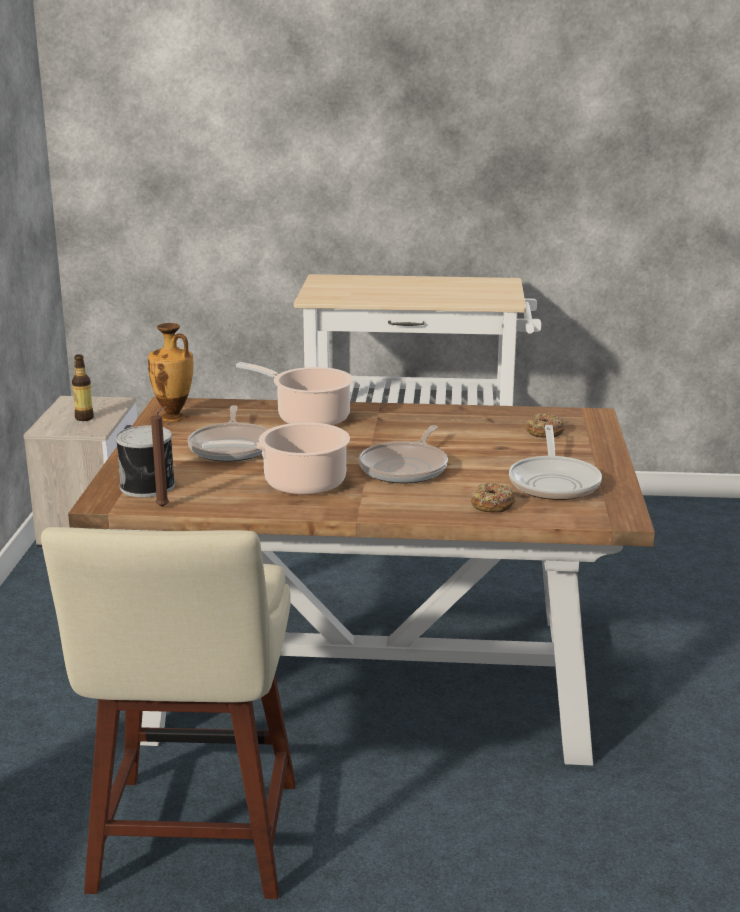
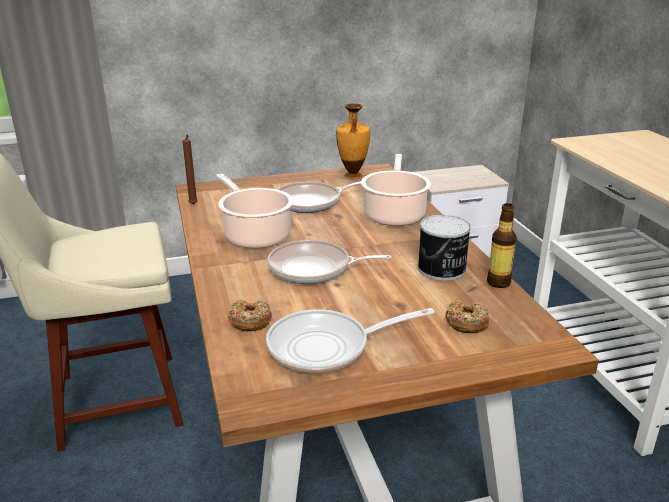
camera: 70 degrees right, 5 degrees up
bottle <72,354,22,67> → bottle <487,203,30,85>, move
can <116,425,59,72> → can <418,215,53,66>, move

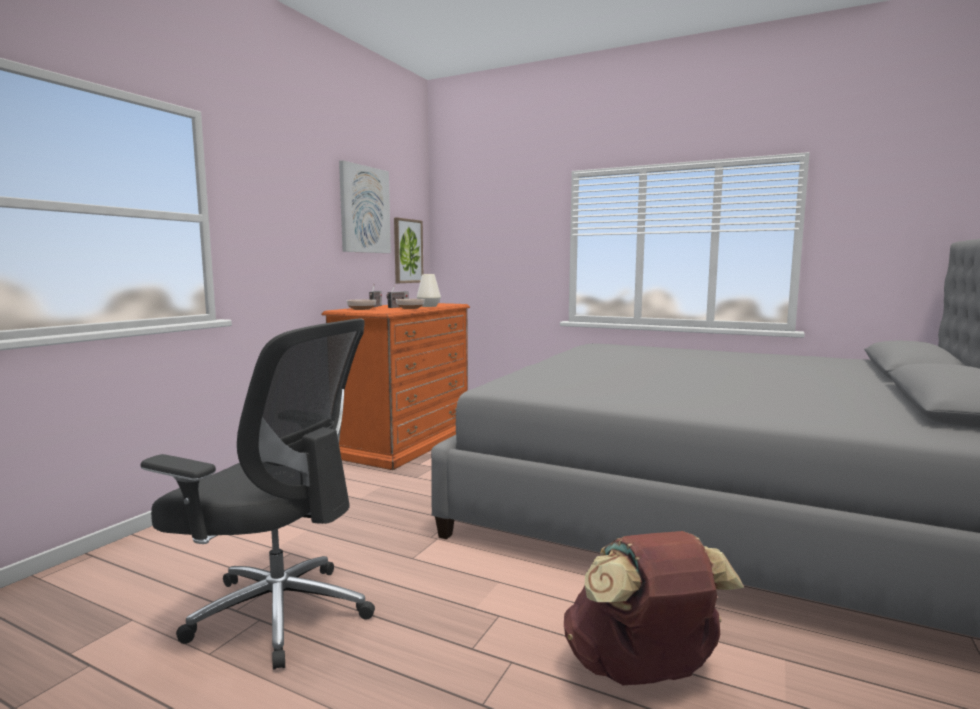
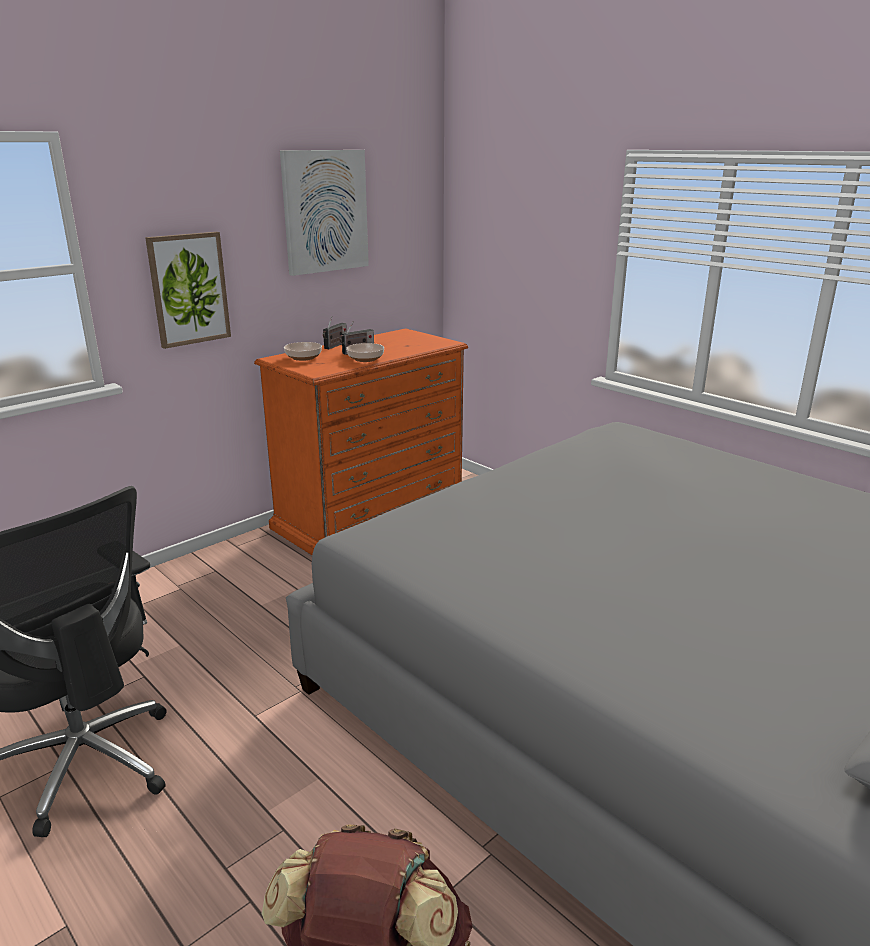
camera: 20 degrees right, 15 degrees up
picture <394,218,29,65> → picture <145,232,86,117>, move
vase in white <417,274,24,33> → -

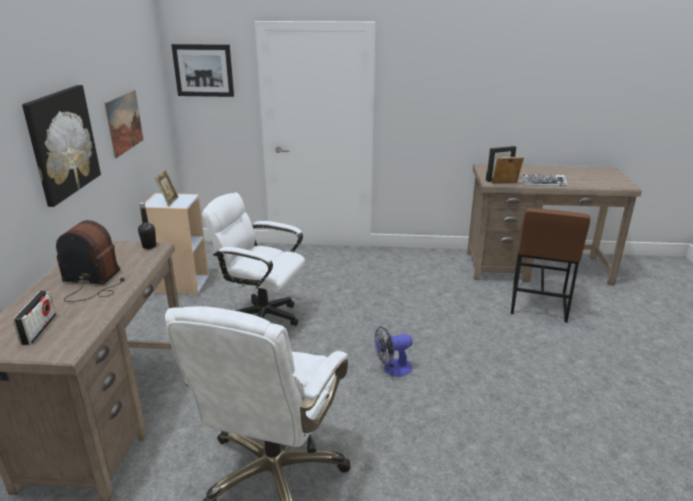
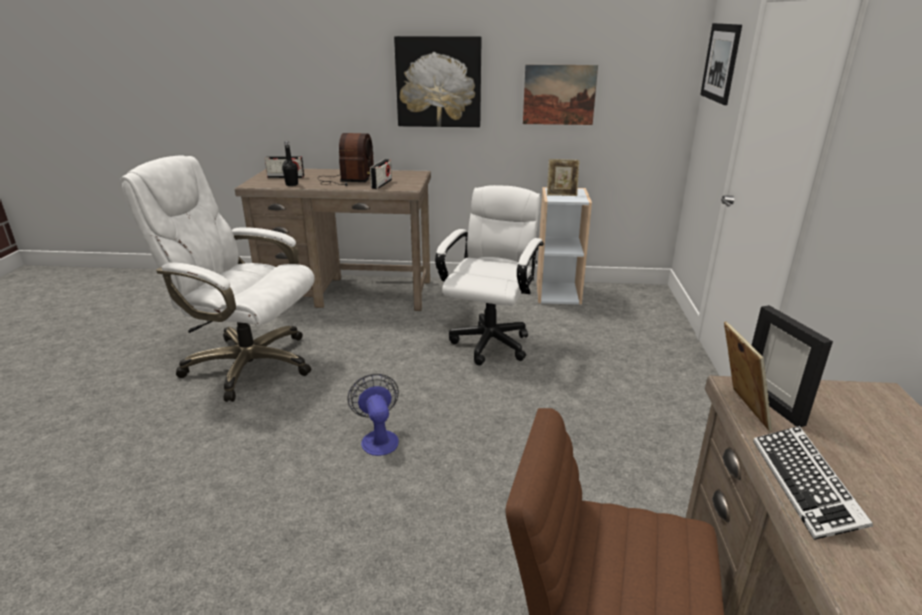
camera: 90 degrees right, 0 degrees up
bottle in black <138,202,18,47> → bottle in black <282,141,16,45>, move
- → radio <370,159,22,30>

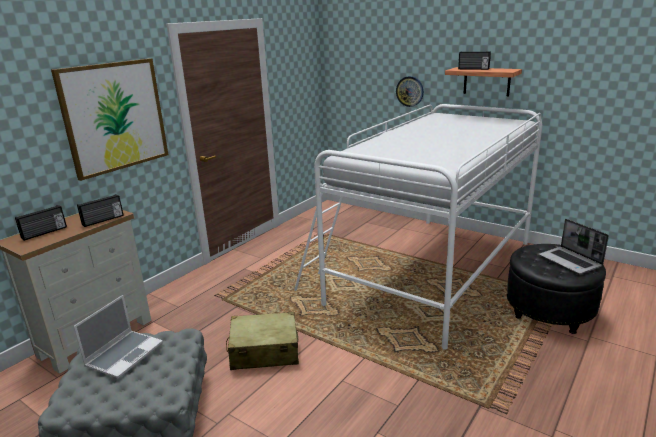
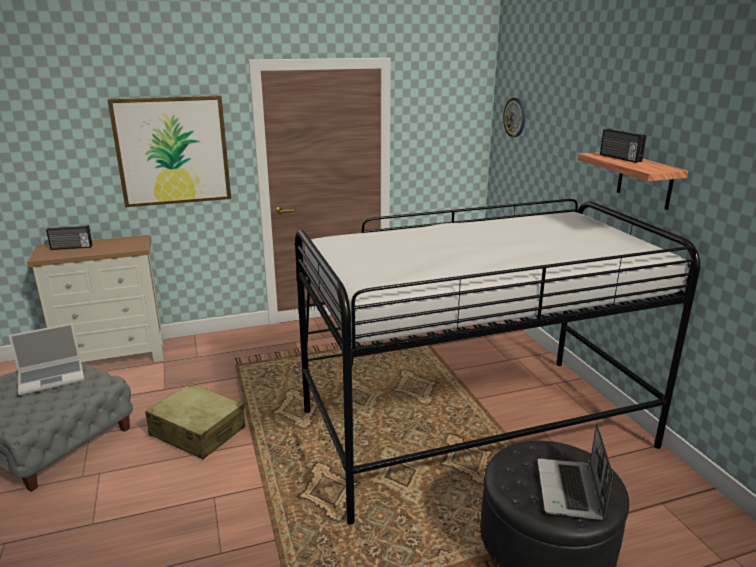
camera: 35 degrees right, 0 degrees up
wall clock <396,76,28,31> → wall clock <503,98,23,39>, move
bed in white <294,104,248,246> → bed in black <295,199,405,326>
radio <77,194,47,33> → -

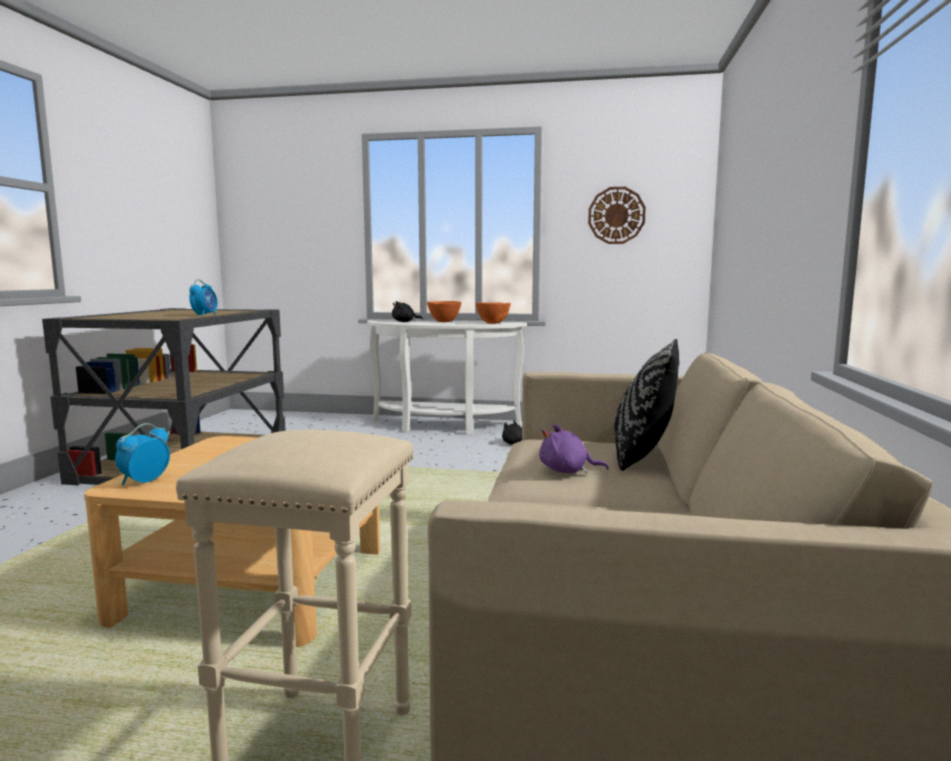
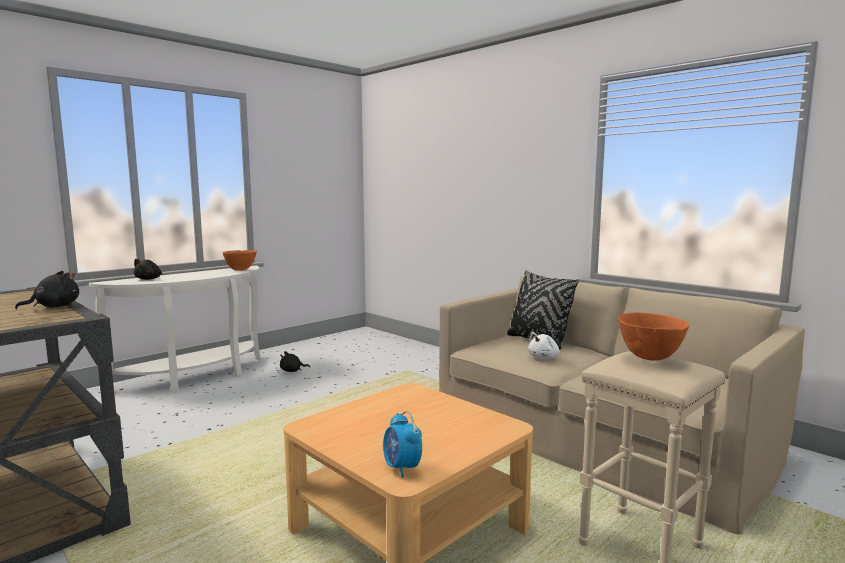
camera: 55 degrees left, 0 degrees up
wall clock <588,187,58,57> → -
alarm clock <189,279,29,37> → plush toy in black <15,271,64,38>
bowl in orange <427,301,34,21> → bowl in orange <618,312,71,49>, move
plush toy in purple <539,424,70,49> → plush toy in white <528,332,32,27>

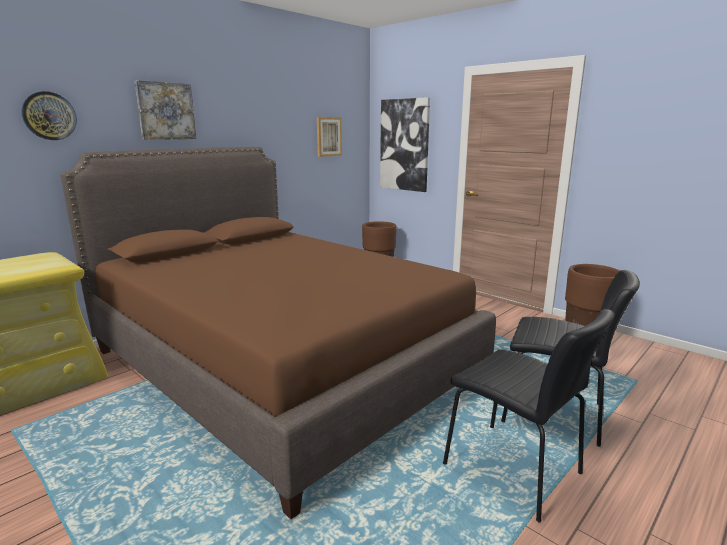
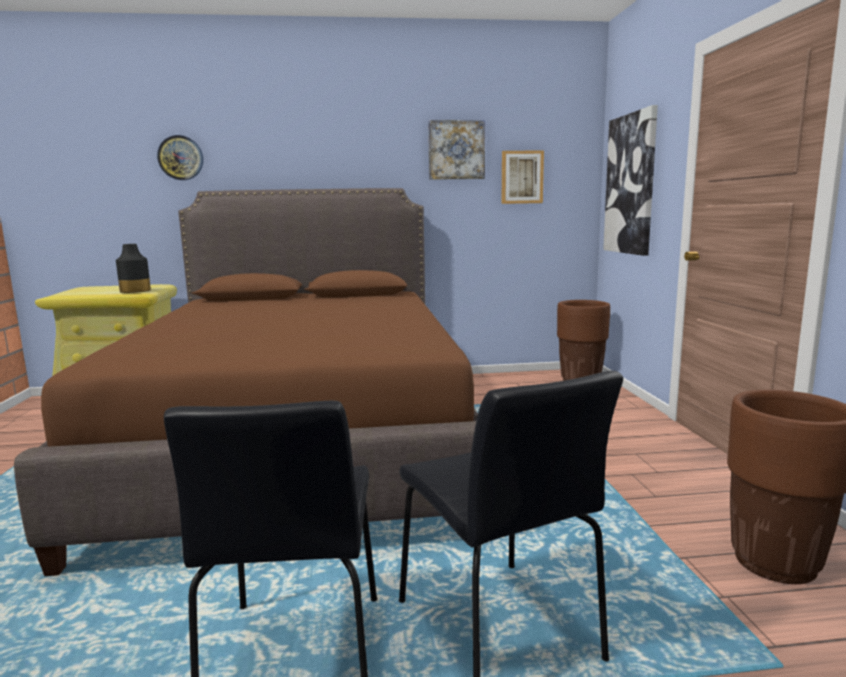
camera: 40 degrees right, 5 degrees down
picture <135,80,61,60> → picture <428,120,57,60>, move
- → vase in black <116,244,35,49>

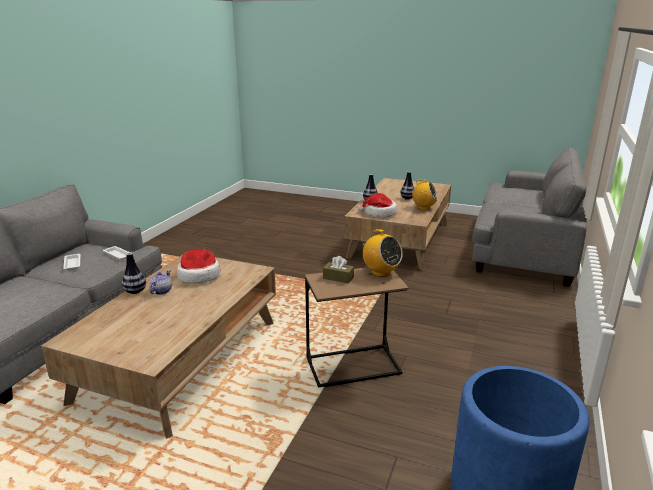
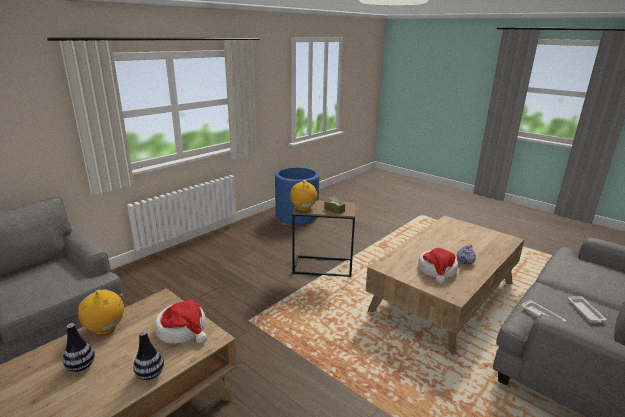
camera: 160 degrees left, 0 degrees up
vase <122,253,24,41> → -

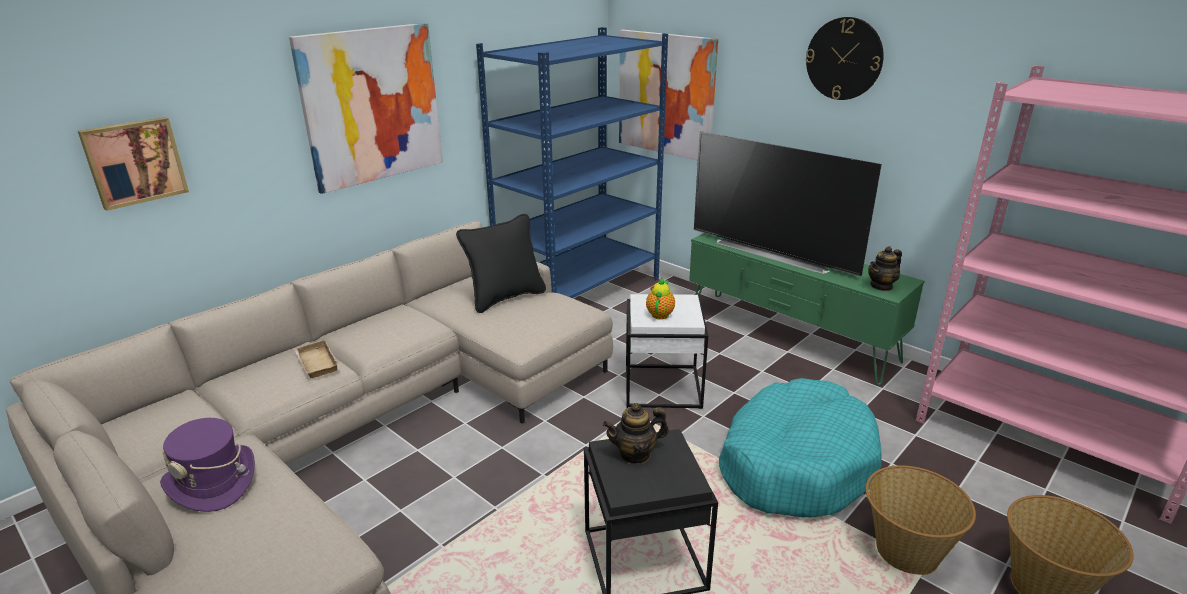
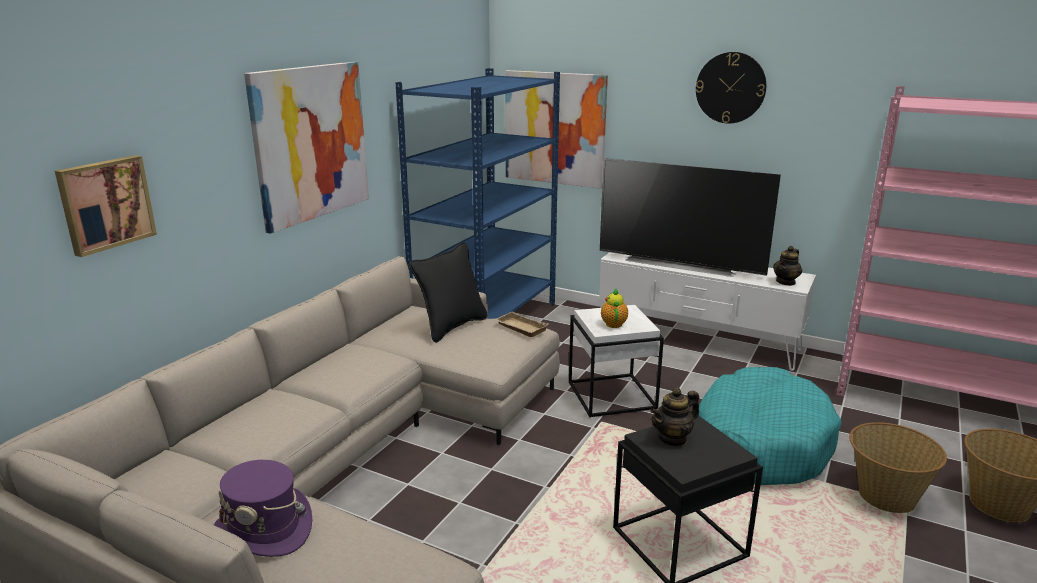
camera: 15 degrees left, 5 degrees down
tv stand in green <689,233,236,152> → tv stand in white <599,252,217,119>
tray in beige <294,339,45,39> → tray in beige <494,311,55,26>, move

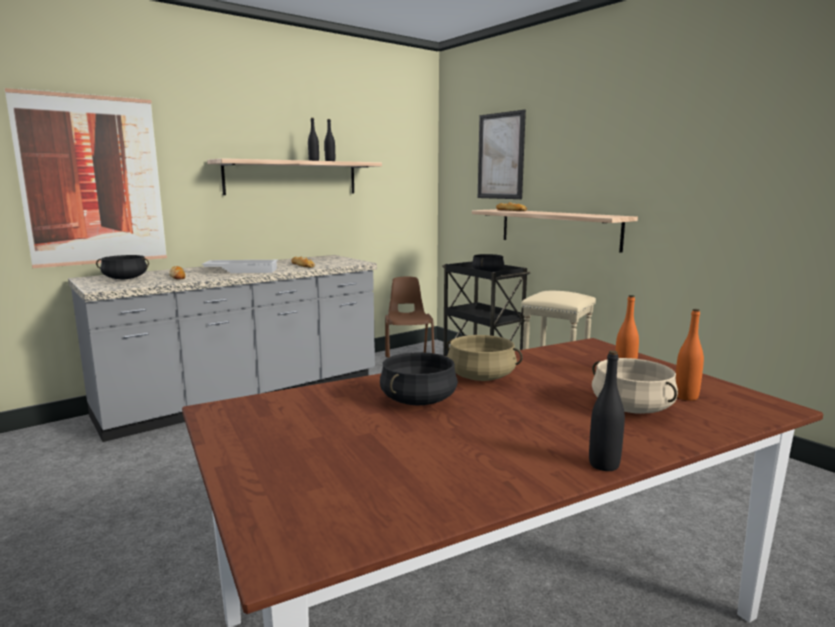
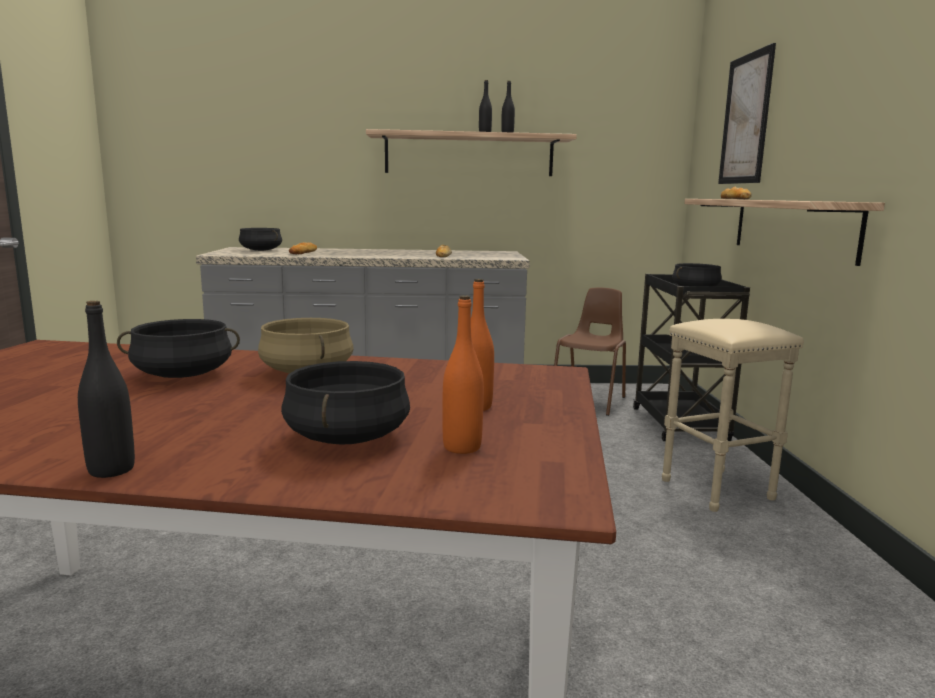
camera: 35 degrees right, 0 degrees up
picture <5,88,162,180> → -
tray in white <201,260,77,13> → -
cooking pot in beige <592,358,86,56> → cooking pot in black <281,361,129,84>

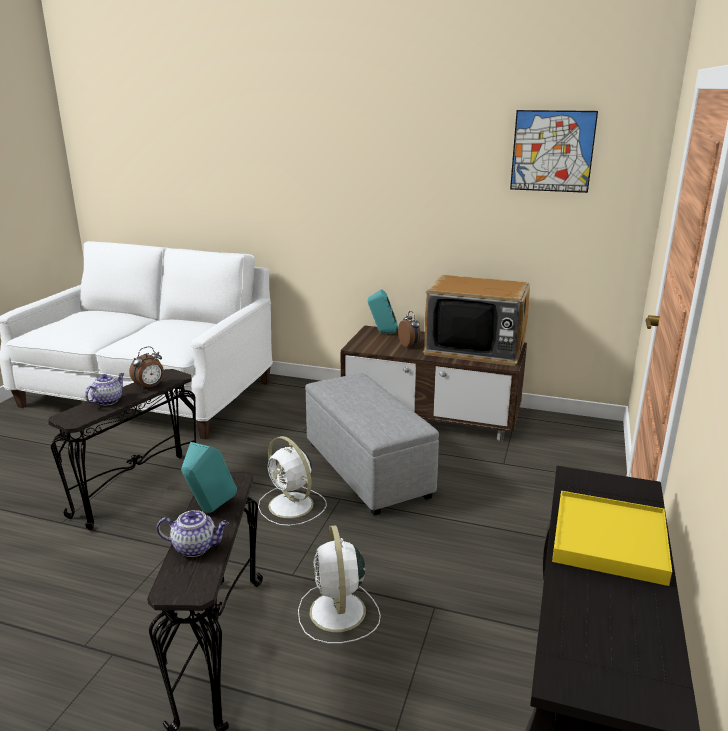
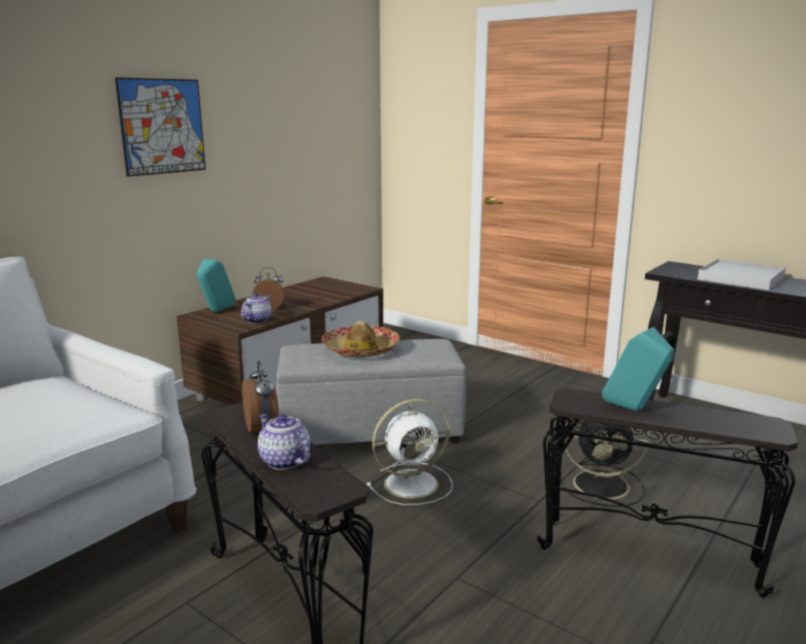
camera: 70 degrees left, 5 degrees down
picture <510,110,88,83> → picture <115,77,91,100>, move
television <423,275,107,91> → -
tray in yellow <552,491,120,95> → tray in white <698,259,88,31>
teapot <157,510,72,47> → teapot <241,293,31,31>, move
fan in white <298,525,83,119> → fan in black <560,418,89,89>
- → hat <322,321,78,36>

